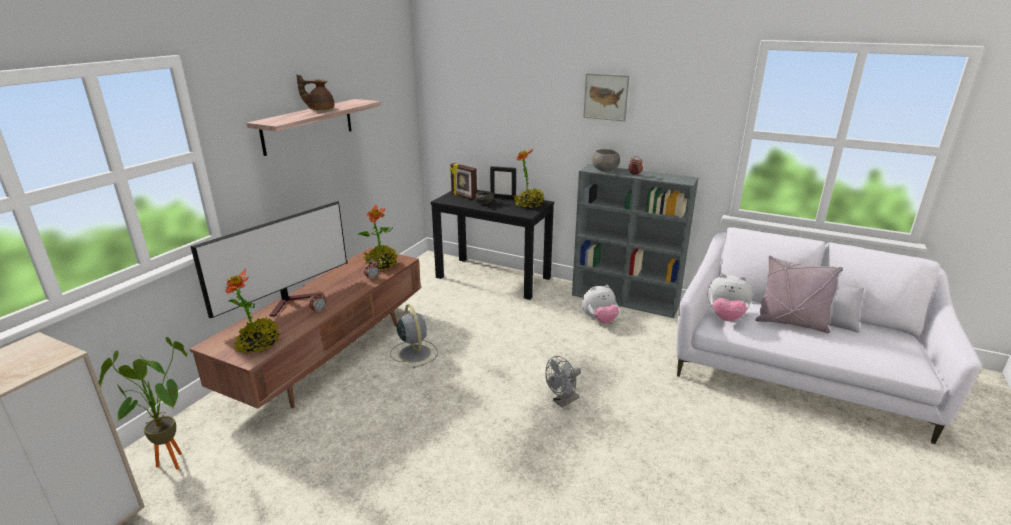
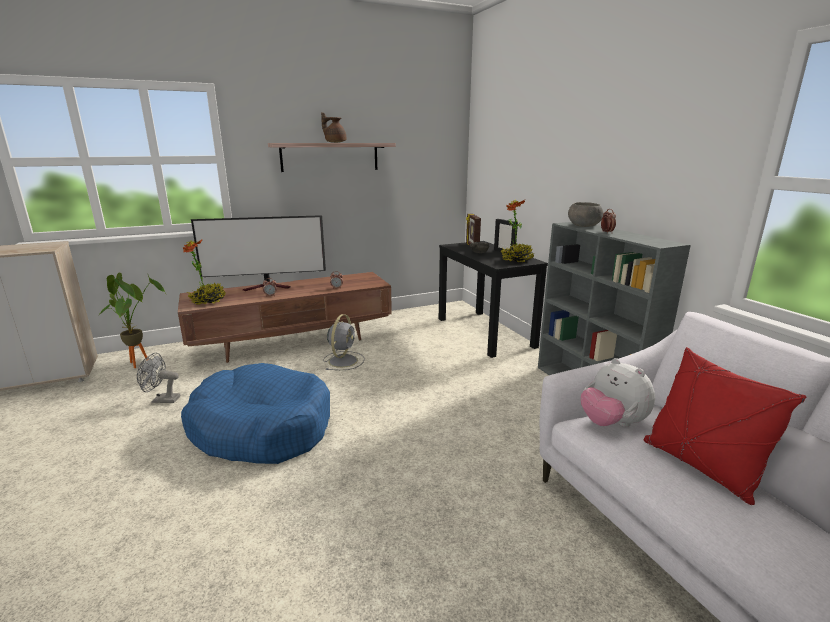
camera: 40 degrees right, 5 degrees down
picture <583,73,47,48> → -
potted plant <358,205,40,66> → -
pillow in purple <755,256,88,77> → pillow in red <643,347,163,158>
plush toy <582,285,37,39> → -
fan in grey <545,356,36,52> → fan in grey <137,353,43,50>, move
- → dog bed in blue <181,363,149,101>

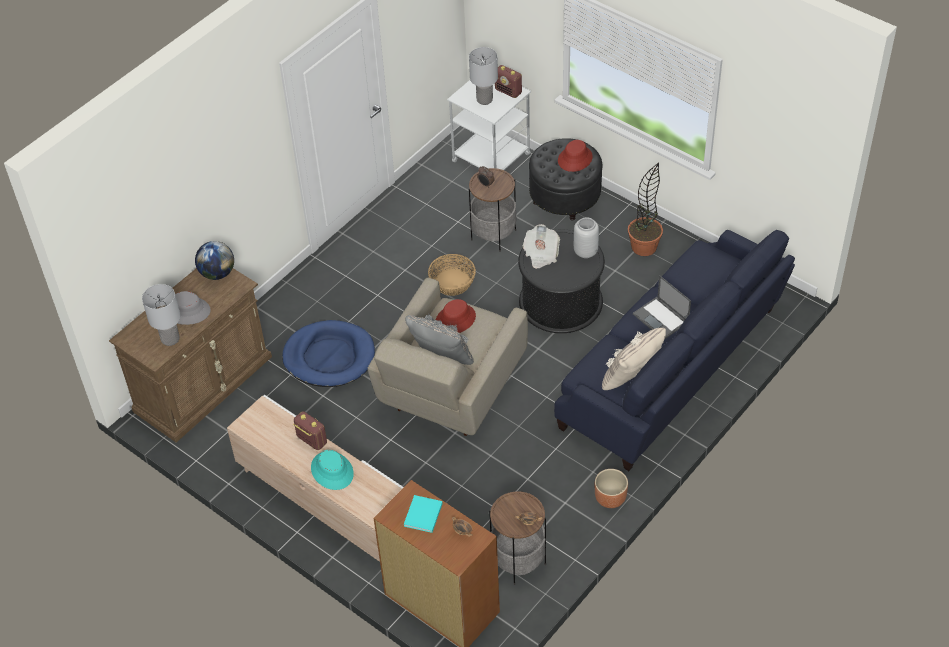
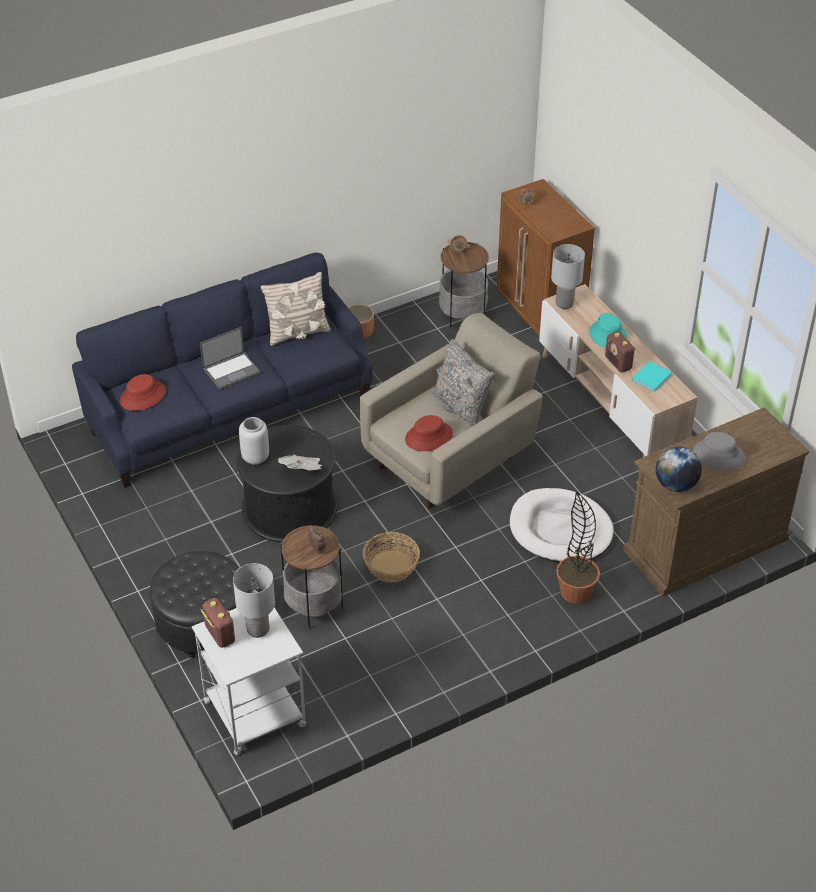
camera: 160 degrees left, 5 degrees down
hat in red <558,140,35,32> → hat in red <120,374,46,37>, move
potted plant <628,163,35,93> → potted plant <556,491,44,113>, move
laptop <633,275,58,64> → laptop <200,327,61,63>, 75 degrees clockwise
table lamp in grey <142,284,39,62> → table lamp in grey <551,244,34,65>, move
dog bed in blue <282,320,93,67> → dog bed in white <510,488,104,75>
book in turquoise <404,495,39,38> → book in turquoise <632,361,40,31>, move

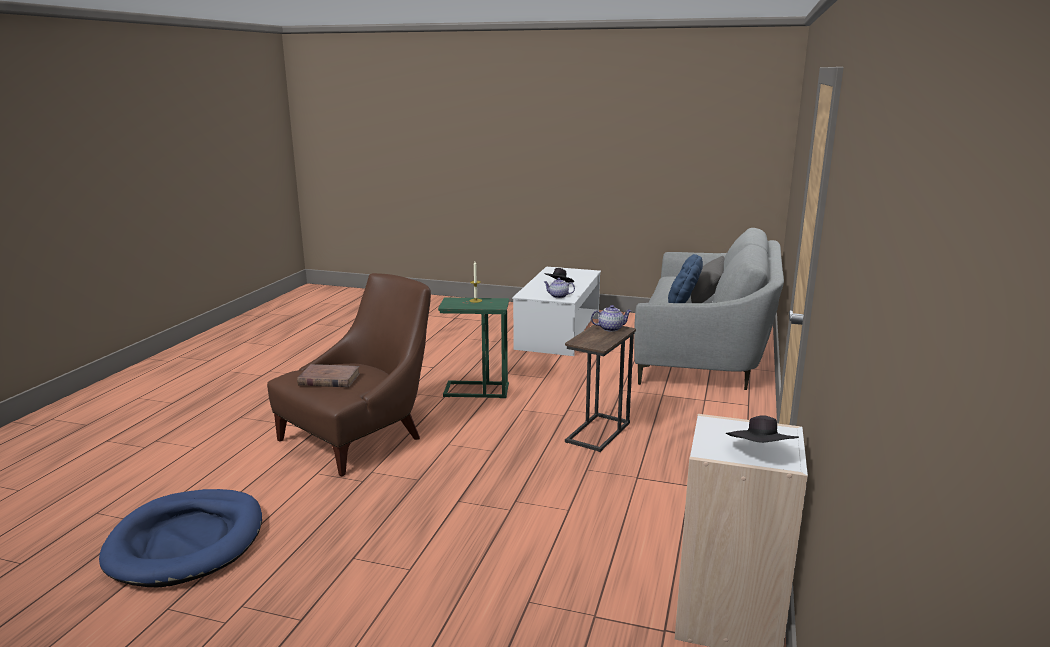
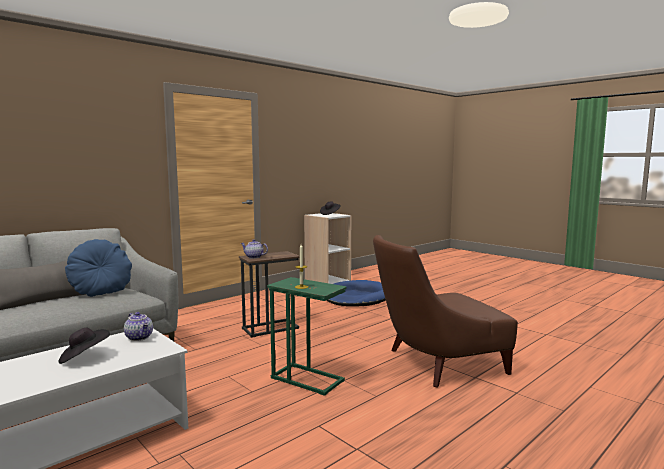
camera: 150 degrees left, 10 degrees down
book in brown <297,364,63,24> → -
dog bed in blue <99,489,163,98> → dog bed in blue <327,280,59,27>, move

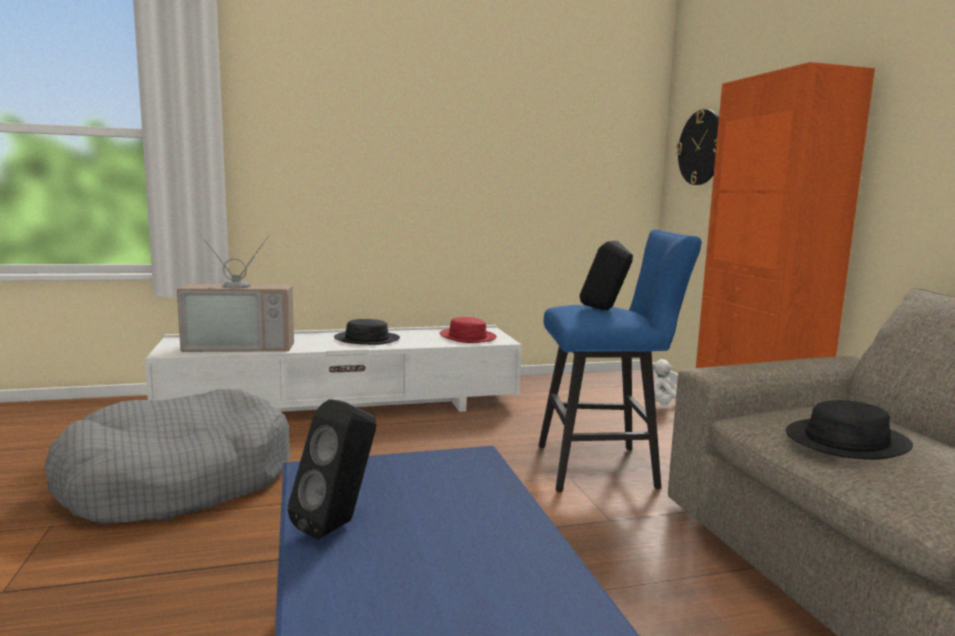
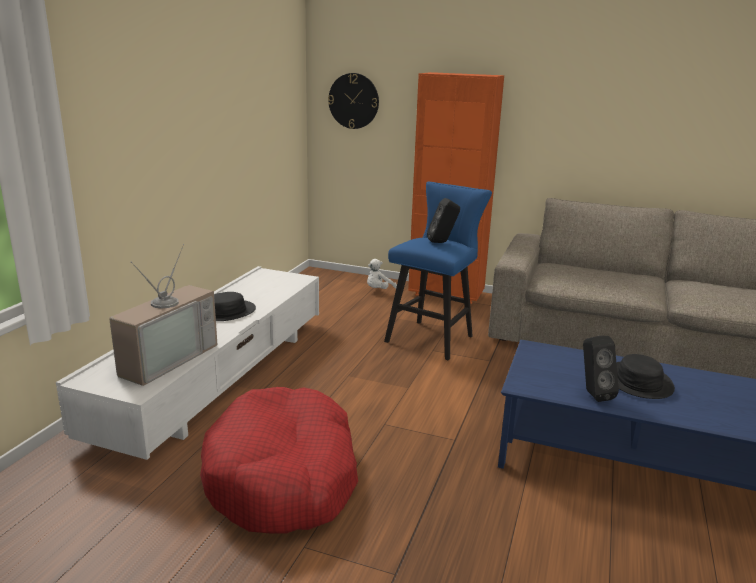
camera: 55 degrees left, 10 degrees up
hat in red <440,317,57,26> → -
dog bed in grey <44,389,247,135> → dog bed in red <200,387,158,147>
hat in black <786,400,127,60> → hat in black <616,354,59,45>, move

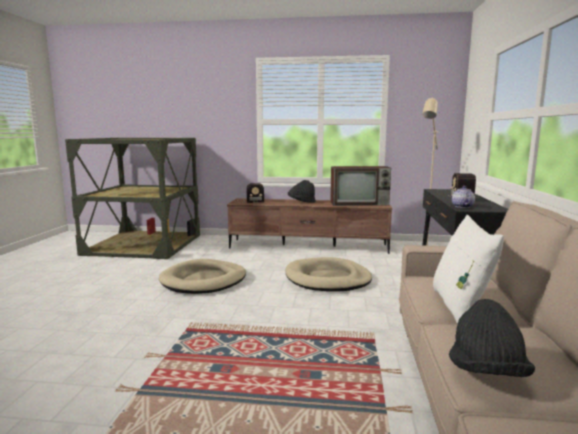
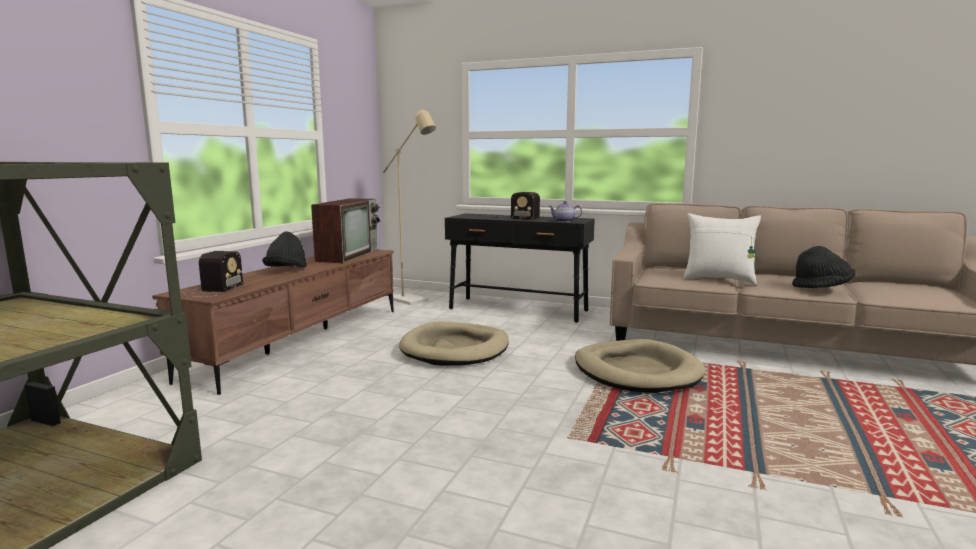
camera: 75 degrees left, 0 degrees up
dog bed in beige <159,259,87,35> → dog bed in beige <575,339,130,54>, move

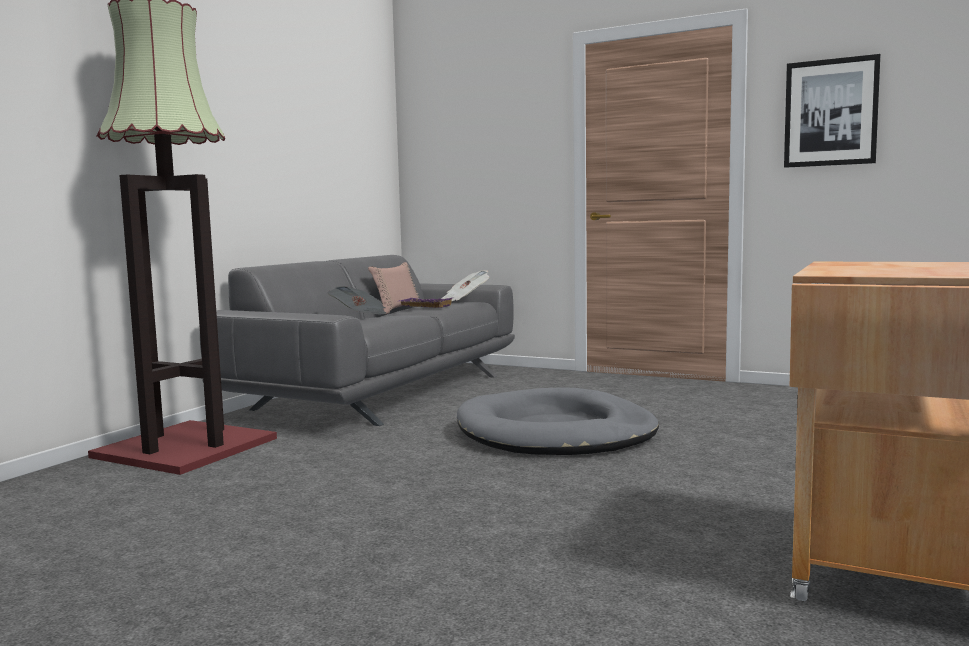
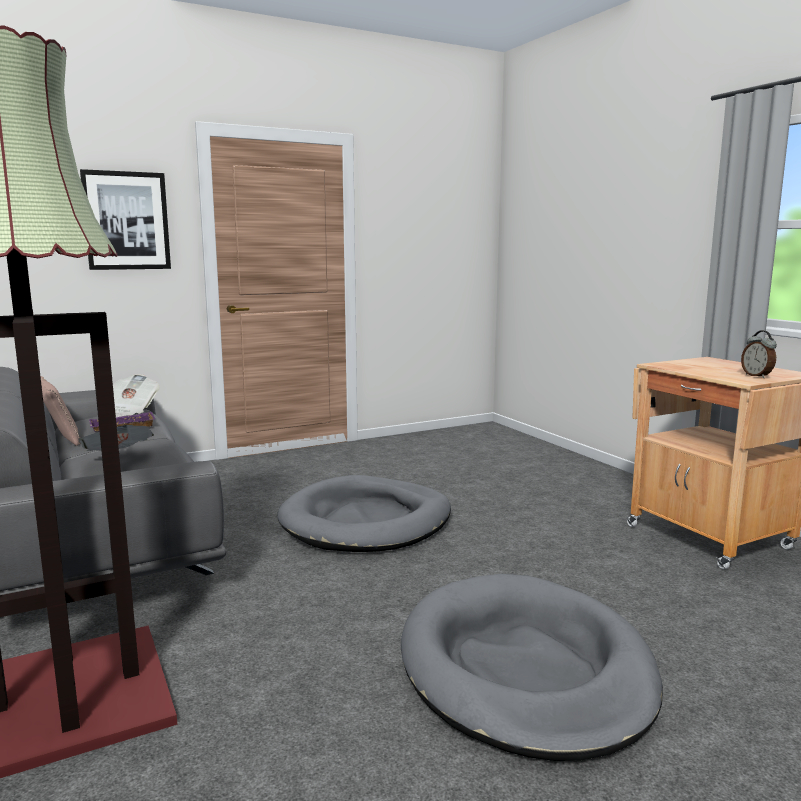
camera: 55 degrees left, 5 degrees up
picture <784,54,96,114> → picture <80,169,91,101>, move
- → alarm clock <741,330,36,48>
- → dog bed in grey <401,574,262,187>

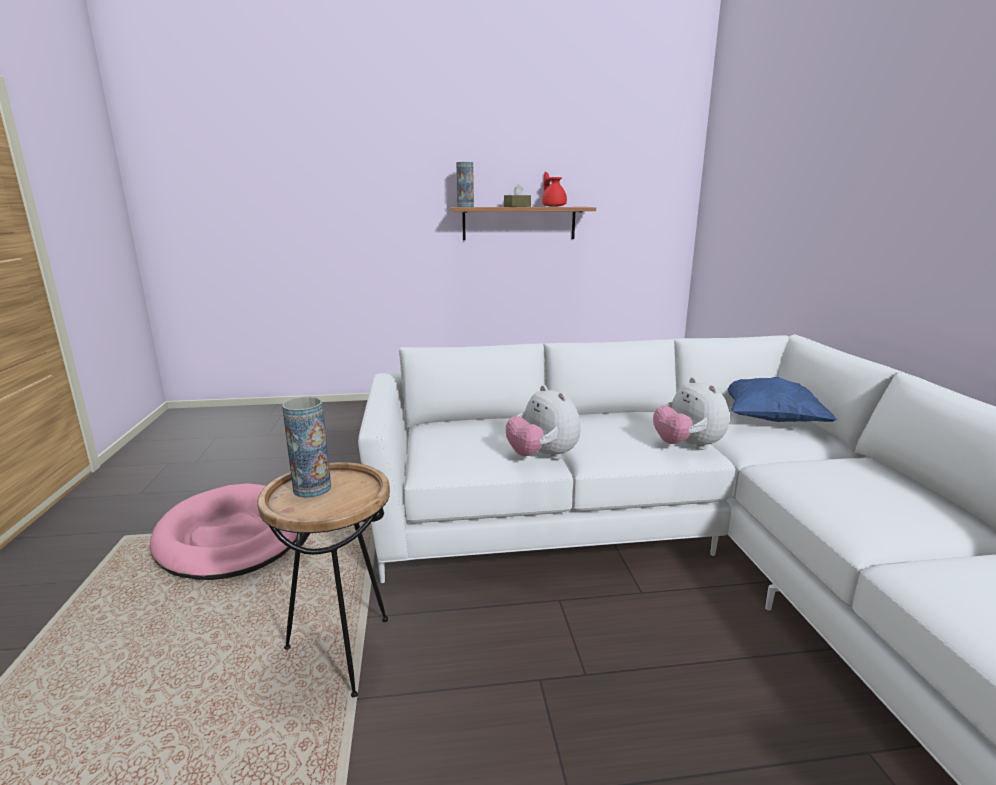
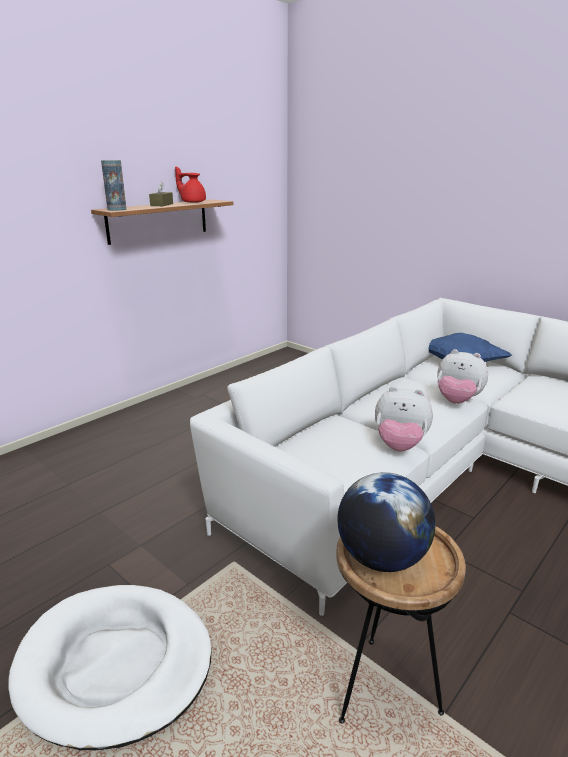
camera: 40 degrees left, 5 degrees up
vase <282,397,49,101> → globe <337,472,99,100>
dog bed in pink <150,483,147,97> → dog bed in white <8,585,204,165>

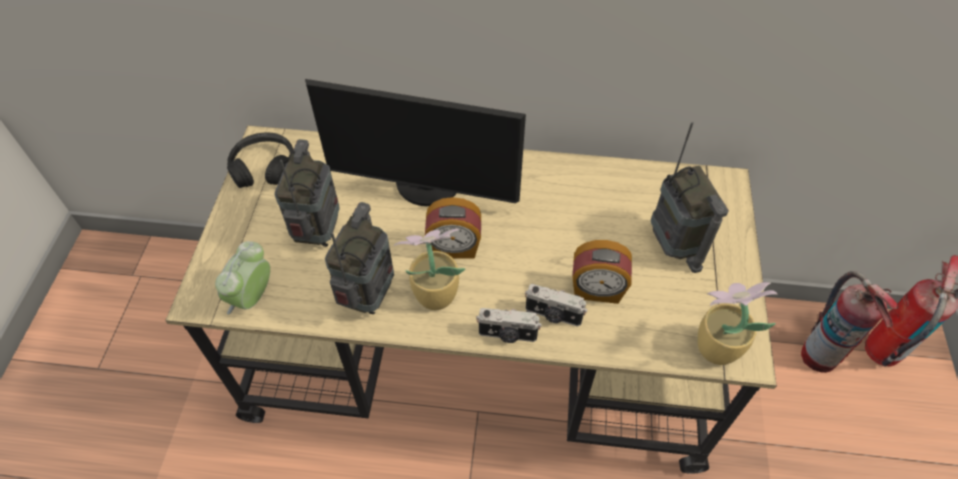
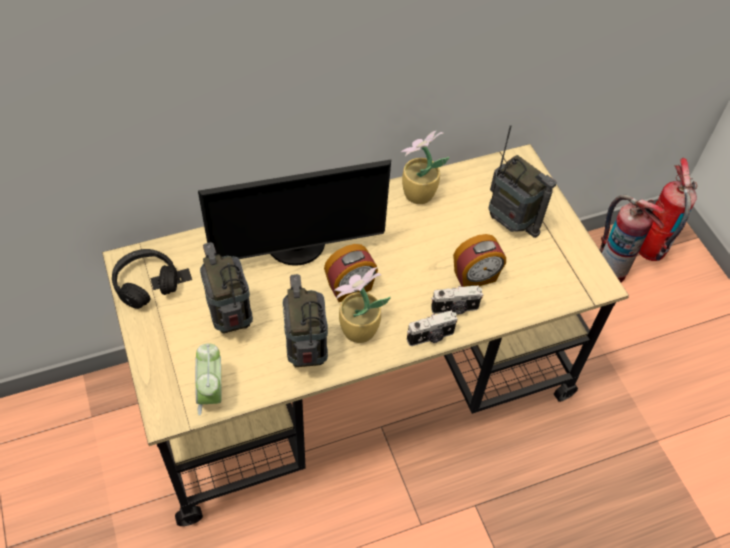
camera: 30 degrees left, 0 degrees up
potted plant <697,282,81,83> → potted plant <400,131,49,73>, move

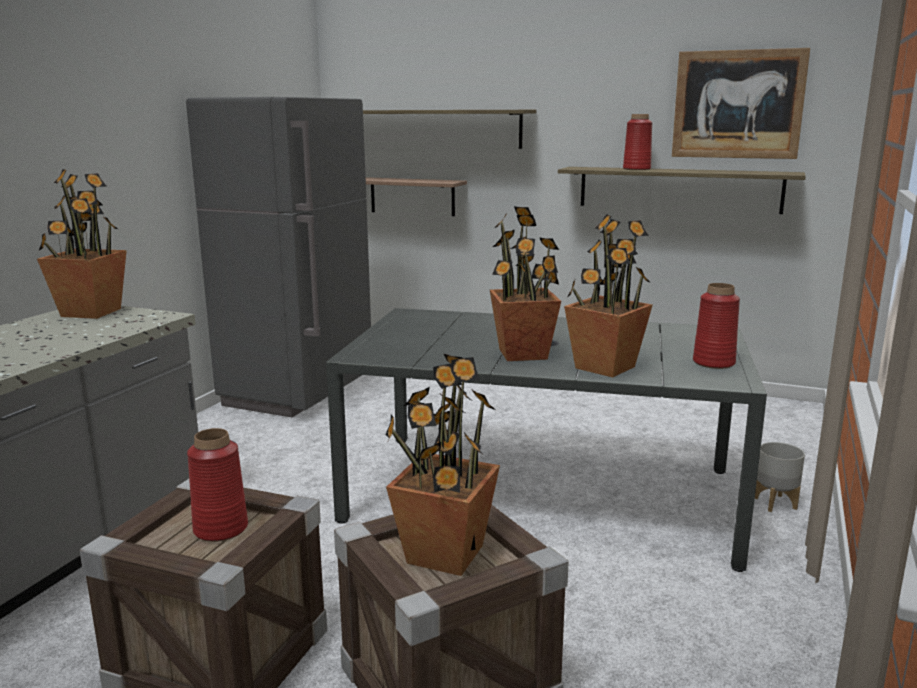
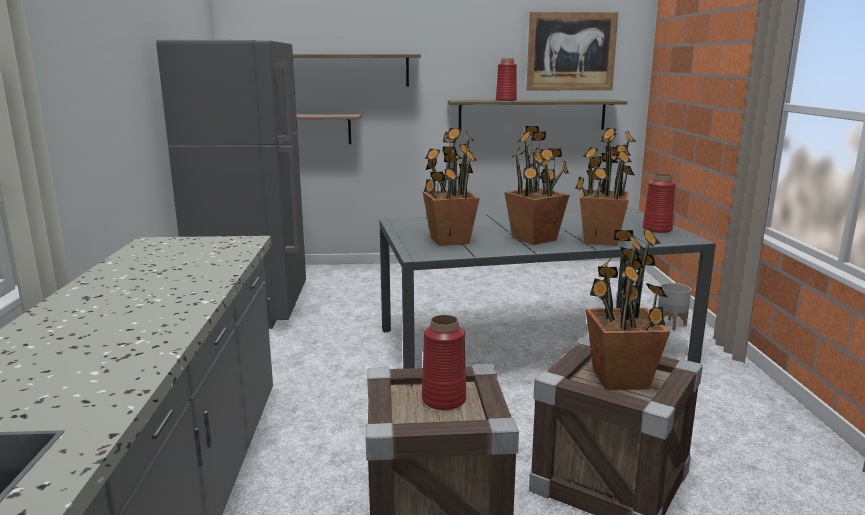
camera: 25 degrees left, 0 degrees up
potted plant <37,169,90,150> → potted plant <423,128,57,118>, move

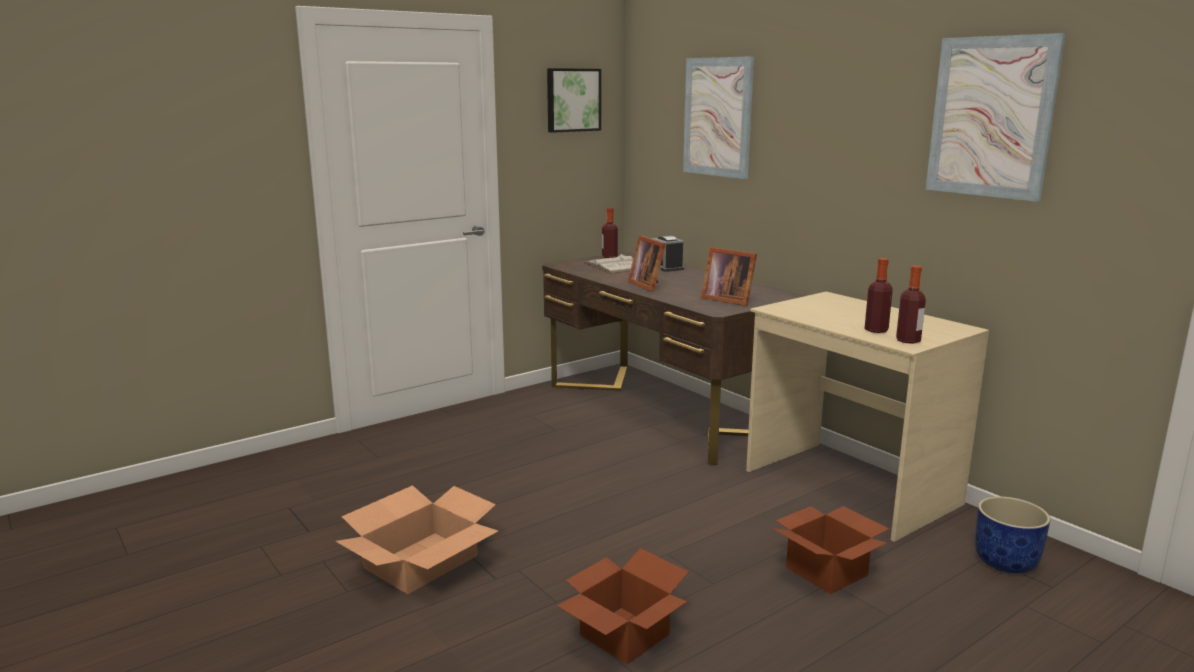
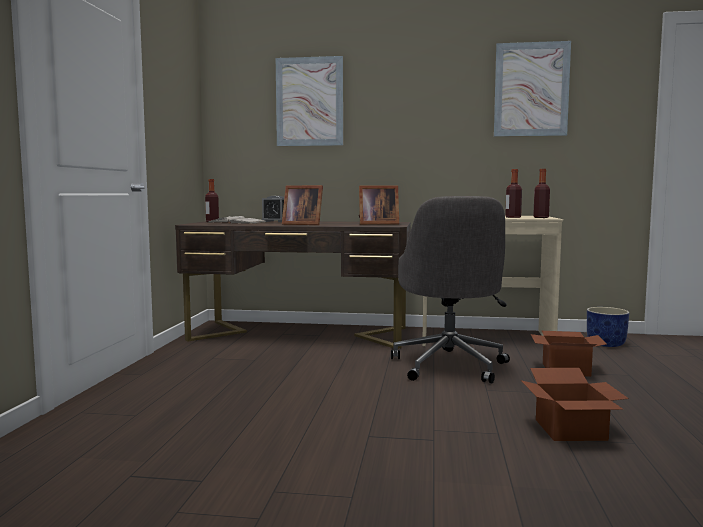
camera: 45 degrees left, 10 degrees down
picture <547,68,54,65> → -
cardboard box <335,485,163,109> → -
- → office chair in grey <391,196,119,188>

